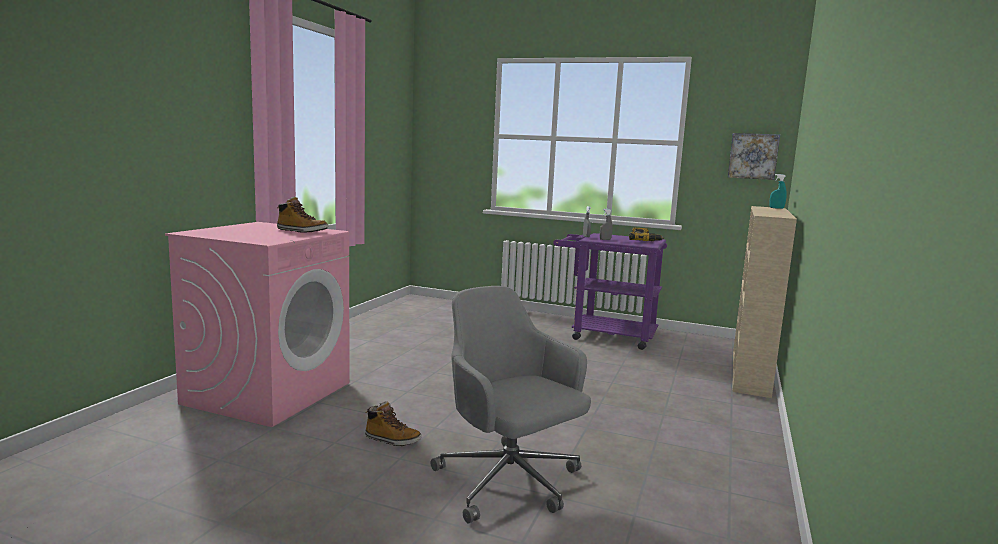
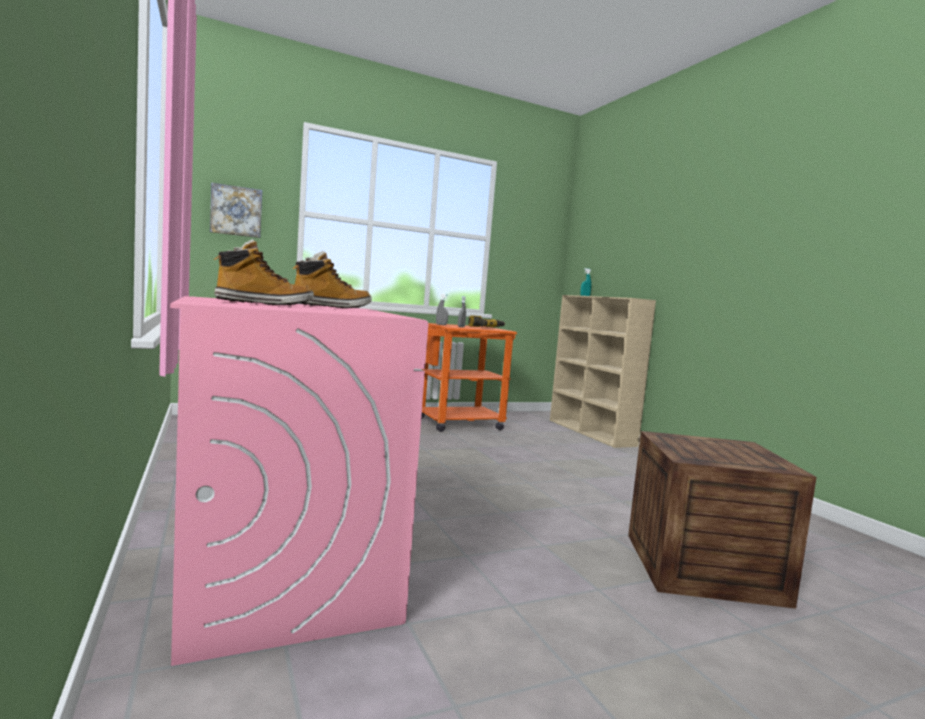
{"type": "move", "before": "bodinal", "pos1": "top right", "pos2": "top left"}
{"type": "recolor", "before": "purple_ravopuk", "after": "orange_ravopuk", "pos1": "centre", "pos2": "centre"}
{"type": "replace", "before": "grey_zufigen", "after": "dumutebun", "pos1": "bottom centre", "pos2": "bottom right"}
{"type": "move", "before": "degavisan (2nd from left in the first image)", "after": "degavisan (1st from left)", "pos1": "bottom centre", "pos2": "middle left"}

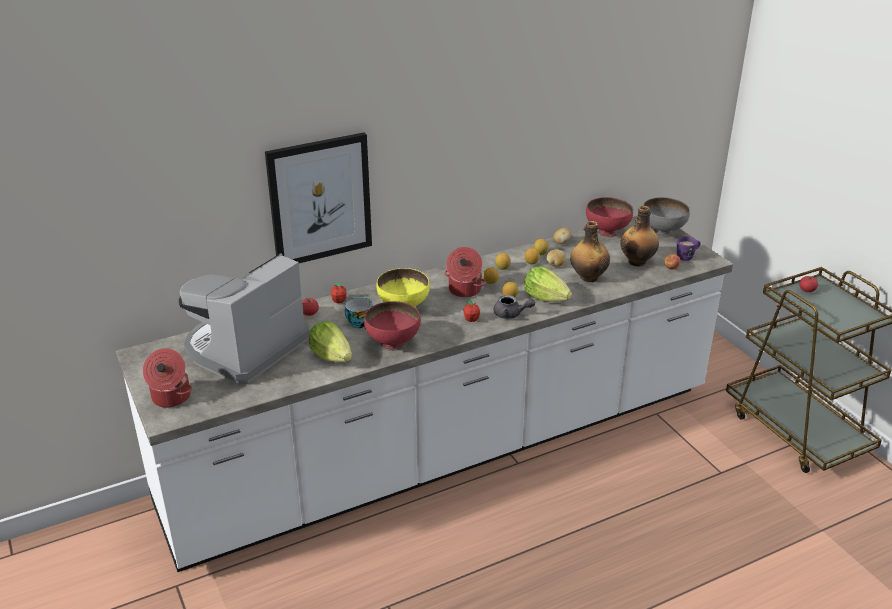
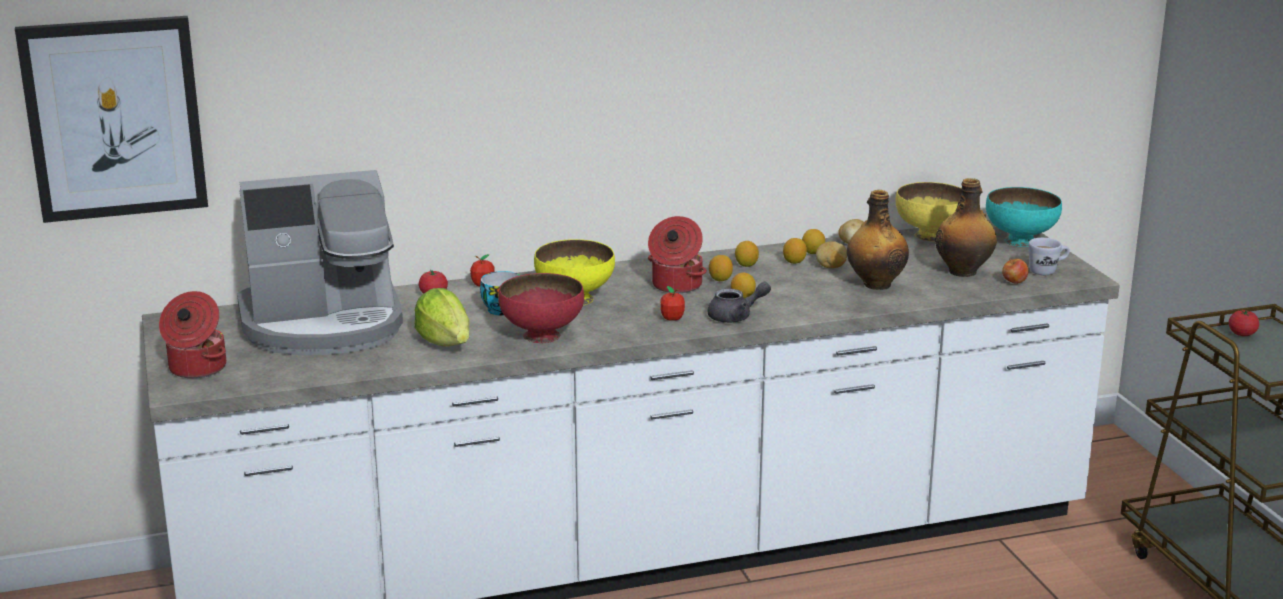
{"type": "move", "before": "bodinal", "pos1": "top centre", "pos2": "top left"}
{"type": "recolor", "before": "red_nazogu (2nd from left)", "after": "yellow_nazogu (2nd from left)", "pos1": "middle right", "pos2": "middle right"}
{"type": "recolor", "before": "grey_nazogu", "after": "turquoise_nazogu", "pos1": "middle right", "pos2": "middle right"}
{"type": "recolor", "before": "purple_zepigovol", "after": "white_zepigovol", "pos1": "middle right", "pos2": "middle right"}
{"type": "rotate", "before": "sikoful", "pos1": "middle left", "pos2": "middle left", "turn": -150}
{"type": "delete", "before": "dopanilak (2nd from left)", "pos1": "centre"}
{"type": "rotate", "before": "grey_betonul", "pos1": "centre", "pos2": "centre", "turn": -45}

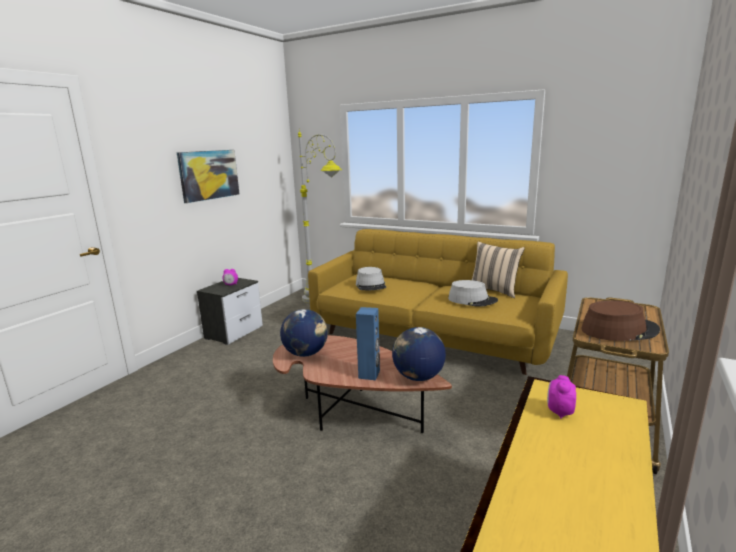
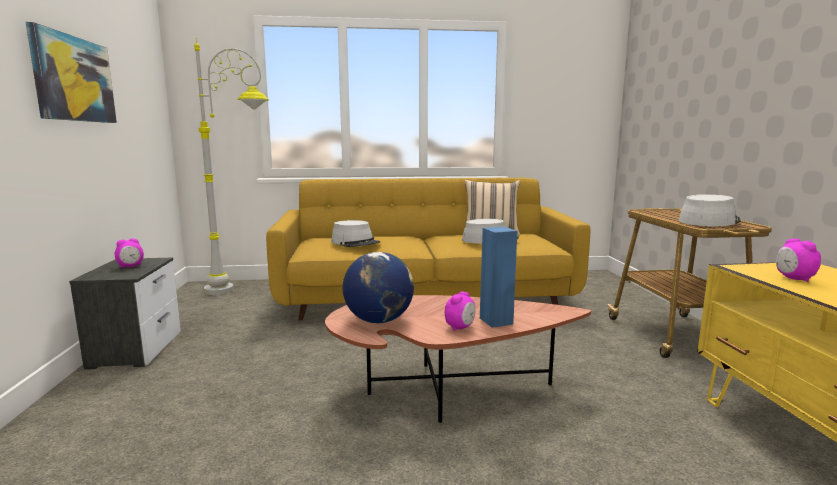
{"type": "recolor", "before": "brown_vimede", "after": "grey_vimede (3rd from left)", "pos1": "middle right", "pos2": "middle right"}
{"type": "delete", "before": "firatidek (2nd from left)", "pos1": "centre"}
{"type": "insert", "after": "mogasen (2nd from left)", "pos2": "centre"}

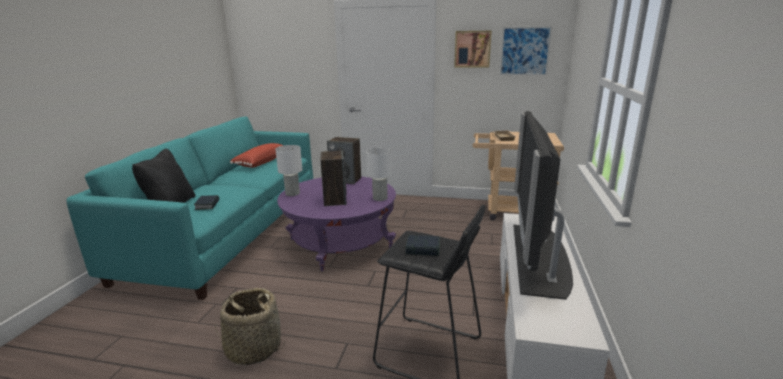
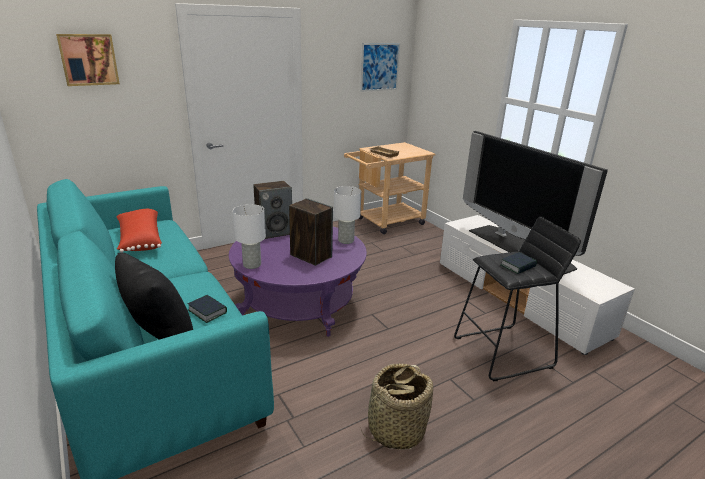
{"type": "move", "before": "bodinal (1st from left)", "pos1": "top centre", "pos2": "top left"}

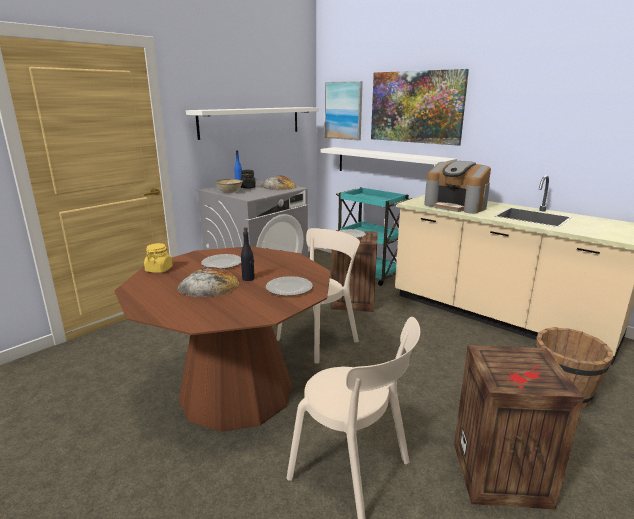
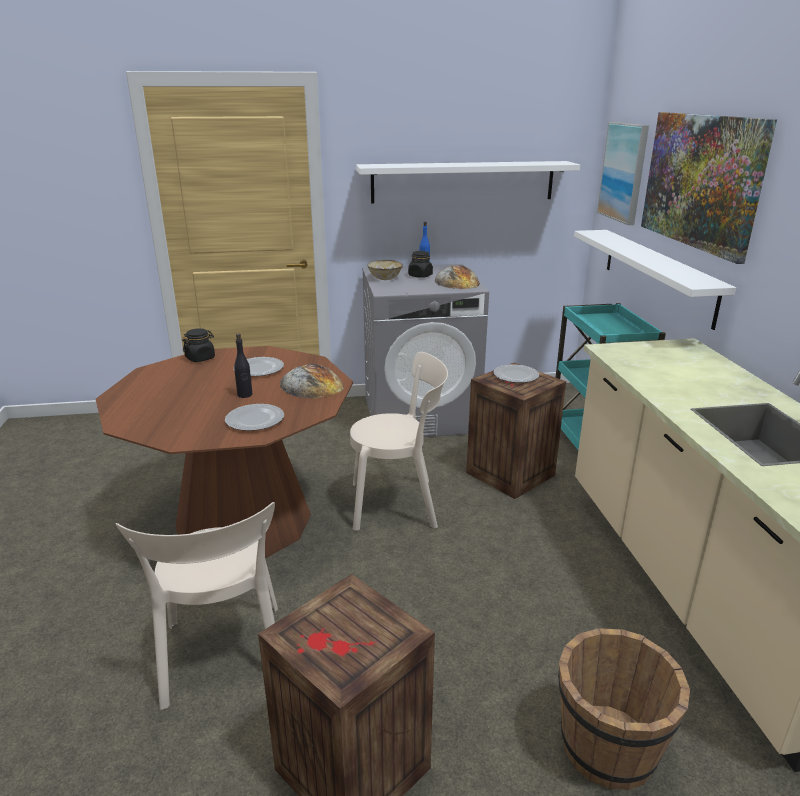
{"type": "delete", "before": "sikoful", "pos1": "middle right"}
{"type": "recolor", "before": "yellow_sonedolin", "after": "black_sonedolin (1st from left)", "pos1": "middle left", "pos2": "middle left"}
{"type": "move", "before": "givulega (1st from left)", "pos1": "middle left", "pos2": "centre"}

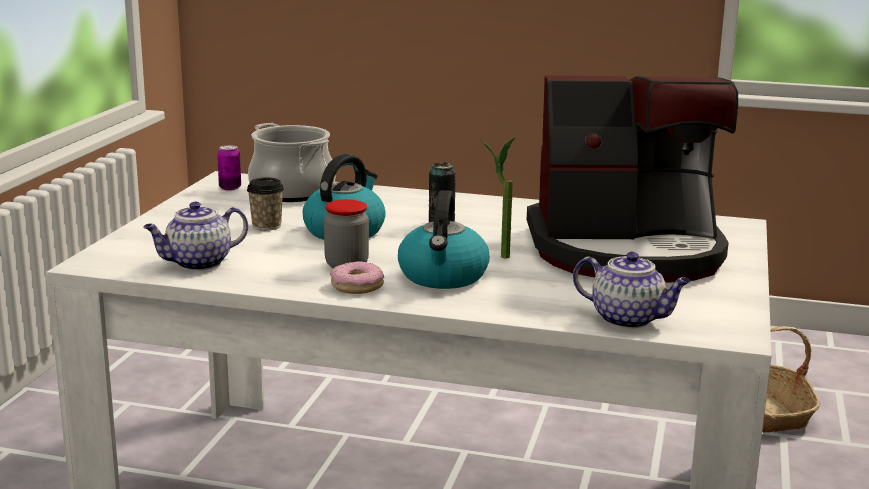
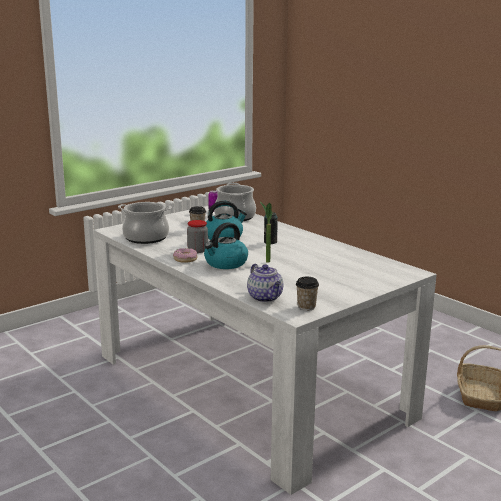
{"type": "delete", "before": "sikoful", "pos1": "middle right"}
{"type": "replace", "before": "betonul (1st from left)", "after": "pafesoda (1st from left)", "pos1": "middle left", "pos2": "middle left"}
{"type": "insert", "after": "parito (2nd from left)", "pos2": "centre"}

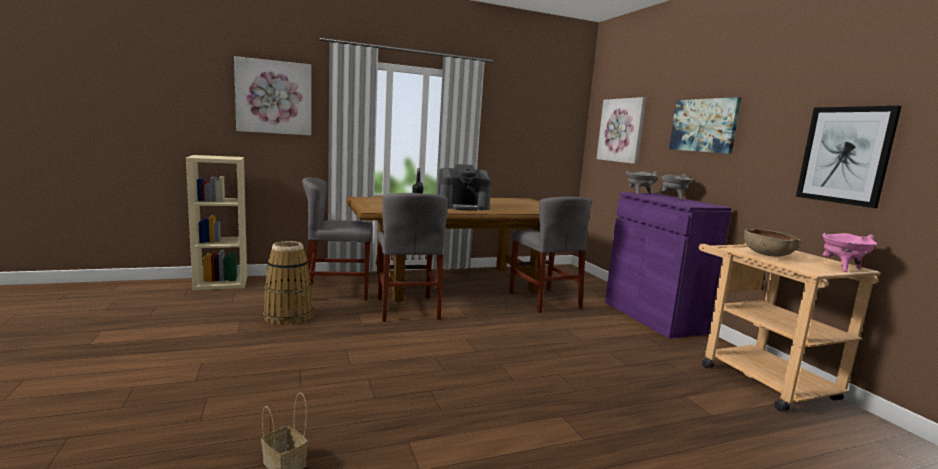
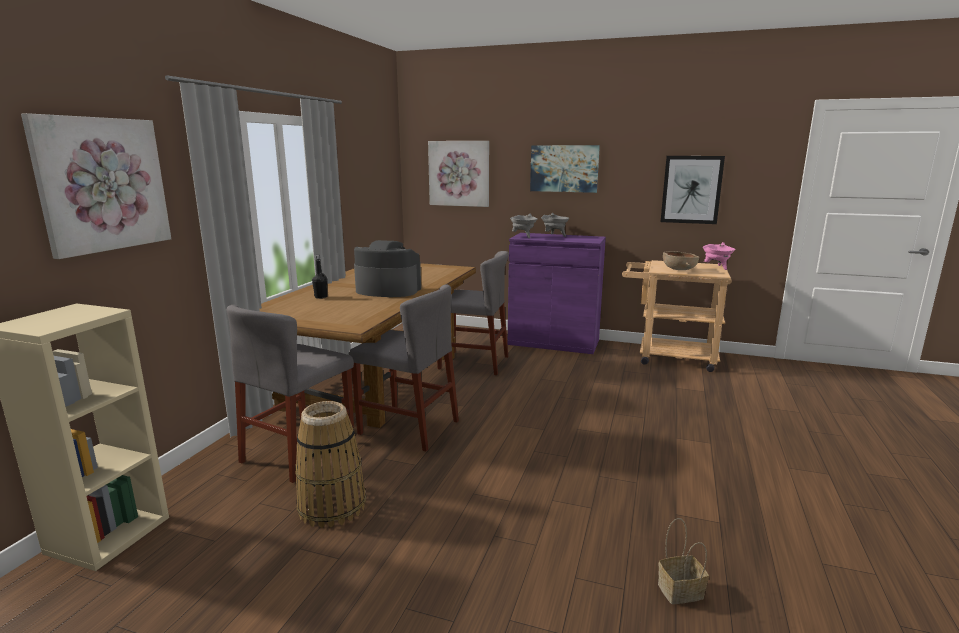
{"type": "rotate", "before": "sikoful", "pos1": "centre", "pos2": "centre", "turn": -105}

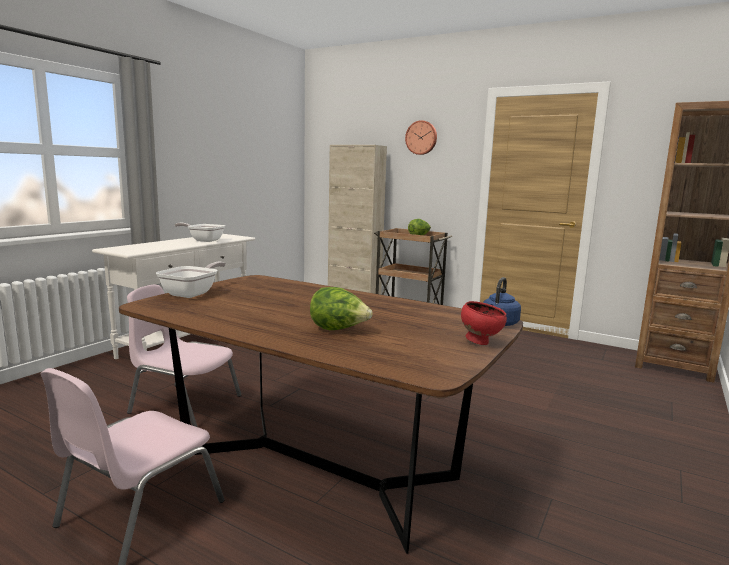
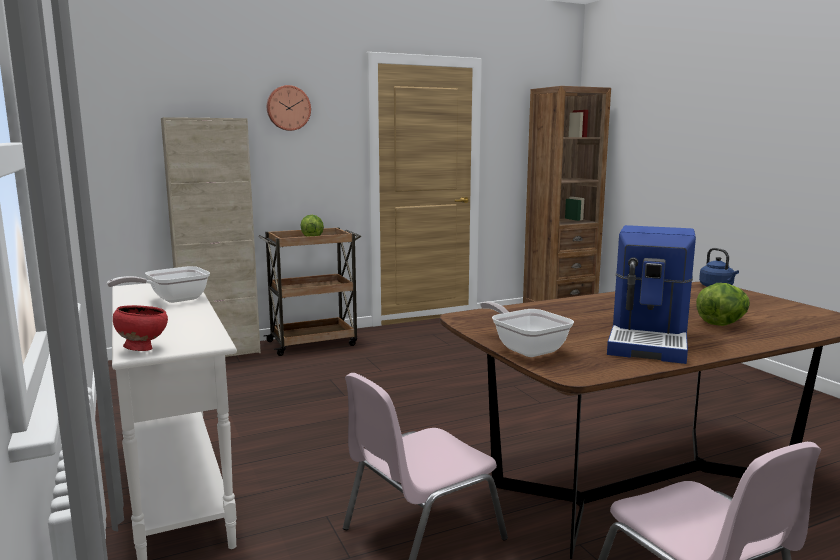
{"type": "move", "before": "red_nazogu", "pos1": "centre", "pos2": "middle left"}
{"type": "insert", "after": "sikoful", "pos2": "middle right"}

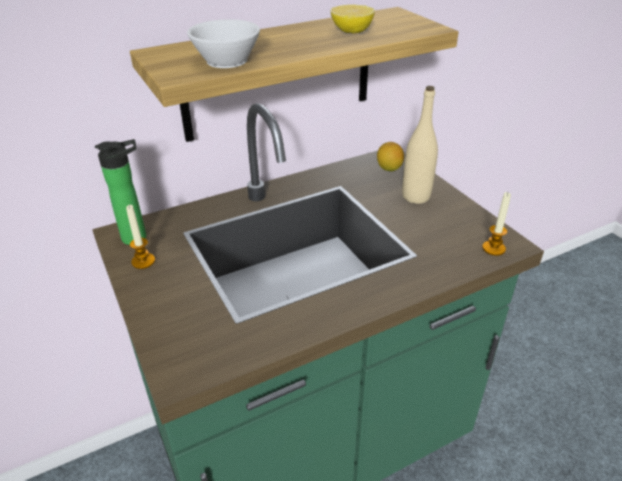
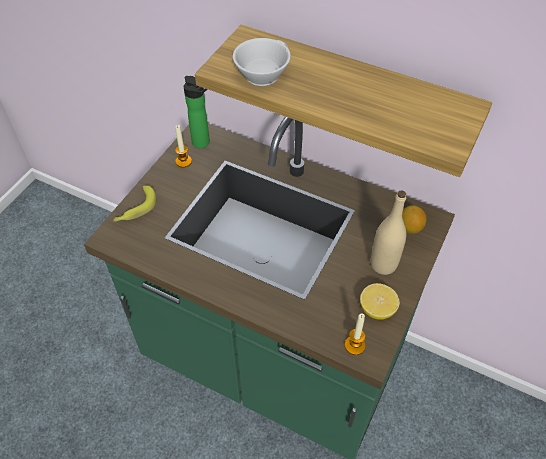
{"type": "move", "before": "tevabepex (1st from left)", "pos1": "top centre", "pos2": "middle right"}
{"type": "insert", "after": "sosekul", "pos2": "middle left"}

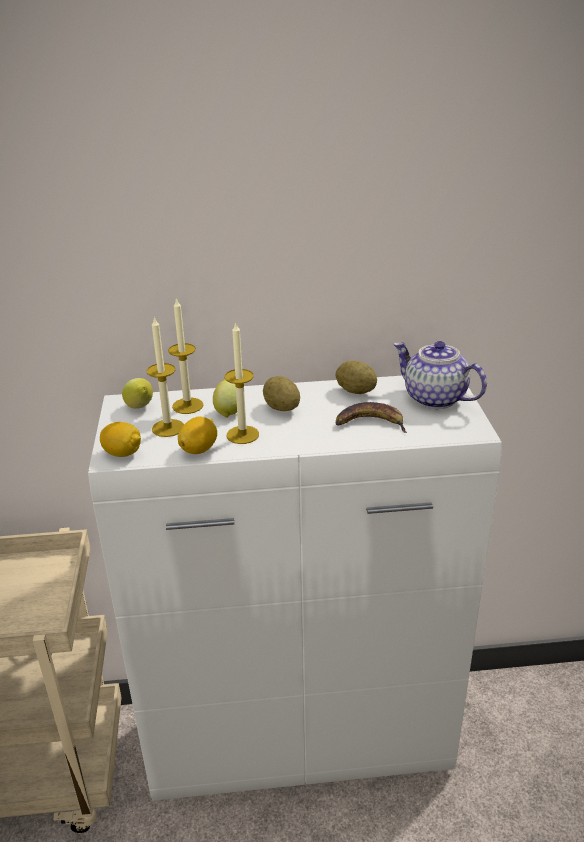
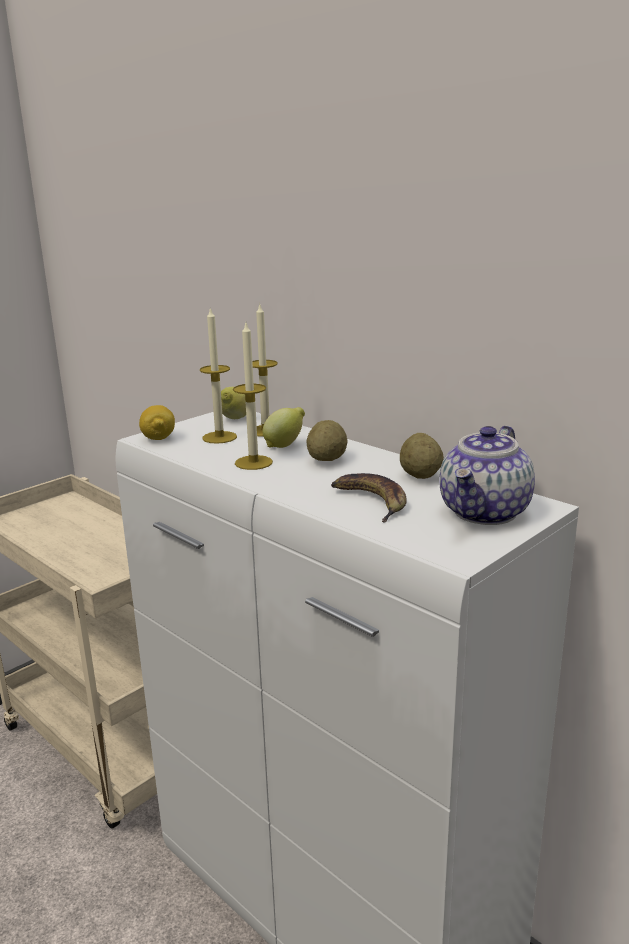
{"type": "rotate", "before": "betonul", "pos1": "middle right", "pos2": "middle right", "turn": -150}
{"type": "delete", "before": "tevabepex (3rd from left)", "pos1": "centre"}

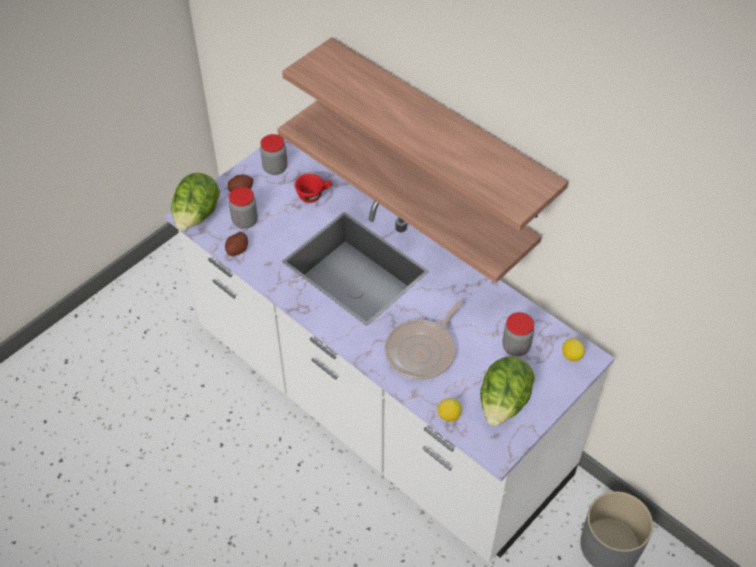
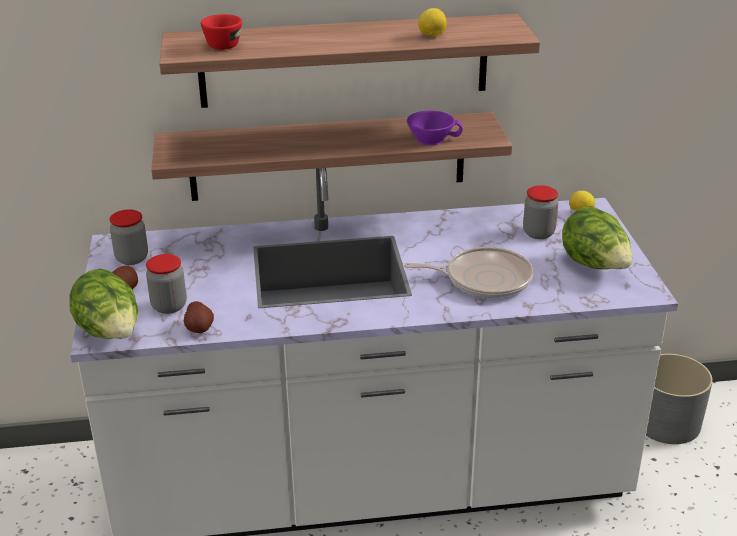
{"type": "move", "before": "red_parito", "pos1": "top centre", "pos2": "top left"}
{"type": "rotate", "before": "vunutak", "pos1": "centre", "pos2": "centre", "turn": -75}
{"type": "move", "before": "tevabepex (1st from left)", "pos1": "bottom centre", "pos2": "top centre"}
{"type": "insert", "after": "purple_parito", "pos2": "top centre"}

